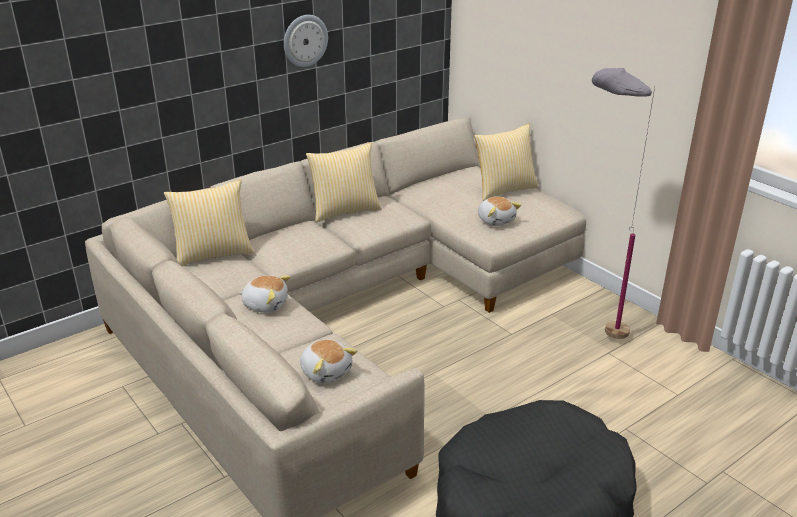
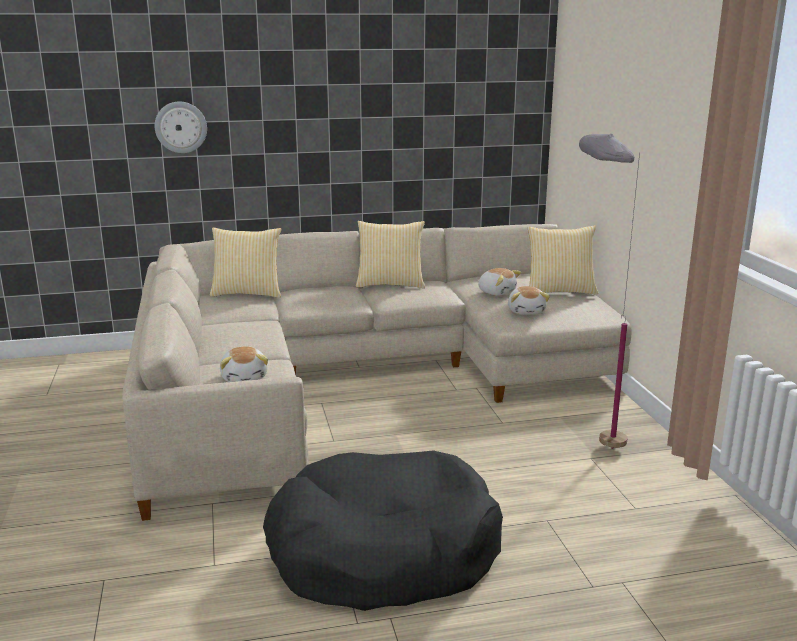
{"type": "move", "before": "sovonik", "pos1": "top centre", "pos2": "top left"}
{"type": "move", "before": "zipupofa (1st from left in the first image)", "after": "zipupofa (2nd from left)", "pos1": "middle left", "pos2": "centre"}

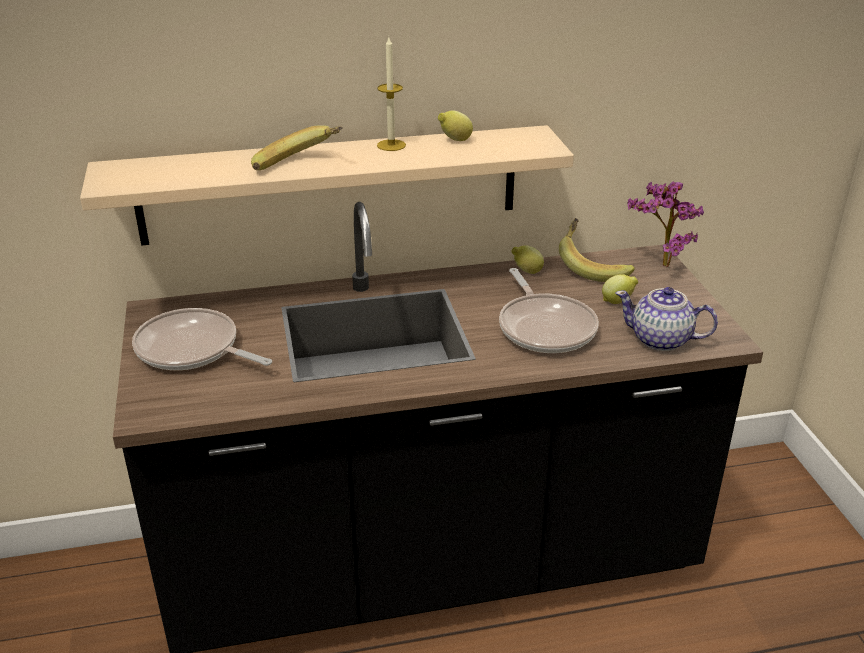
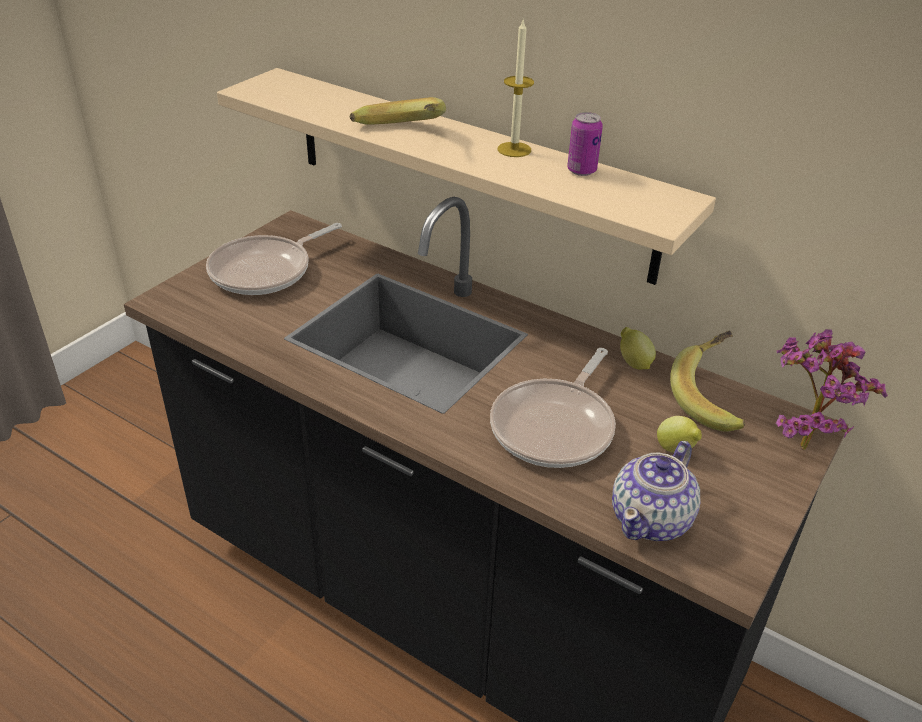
{"type": "replace", "before": "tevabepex (1st from left)", "after": "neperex", "pos1": "top centre", "pos2": "top centre"}
{"type": "rotate", "before": "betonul", "pos1": "middle right", "pos2": "bottom right", "turn": -120}
{"type": "rotate", "before": "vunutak (1st from left)", "pos1": "middle left", "pos2": "middle left", "turn": -120}

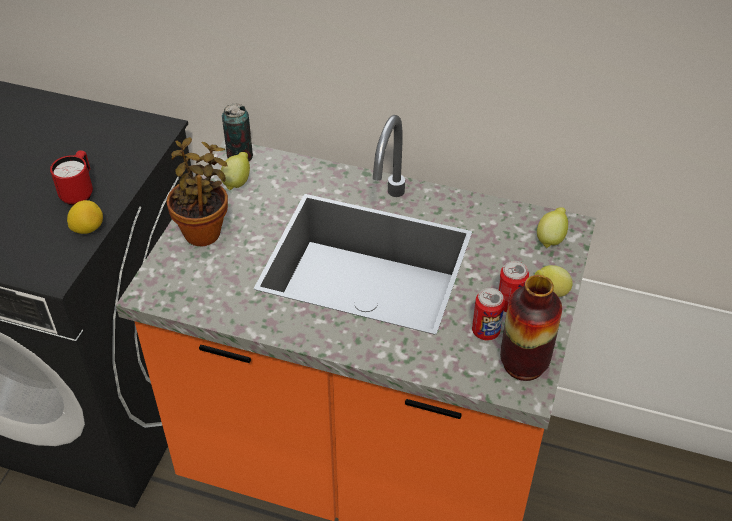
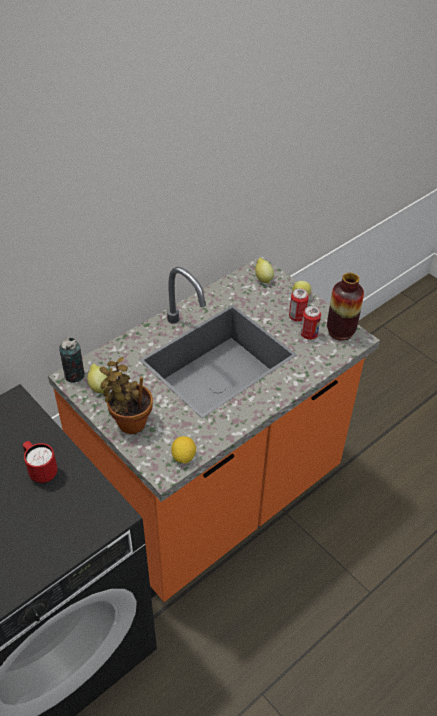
{"type": "move", "before": "tevabepex (1st from left in the first image)", "after": "tevabepex (2nd from left)", "pos1": "middle left", "pos2": "centre"}

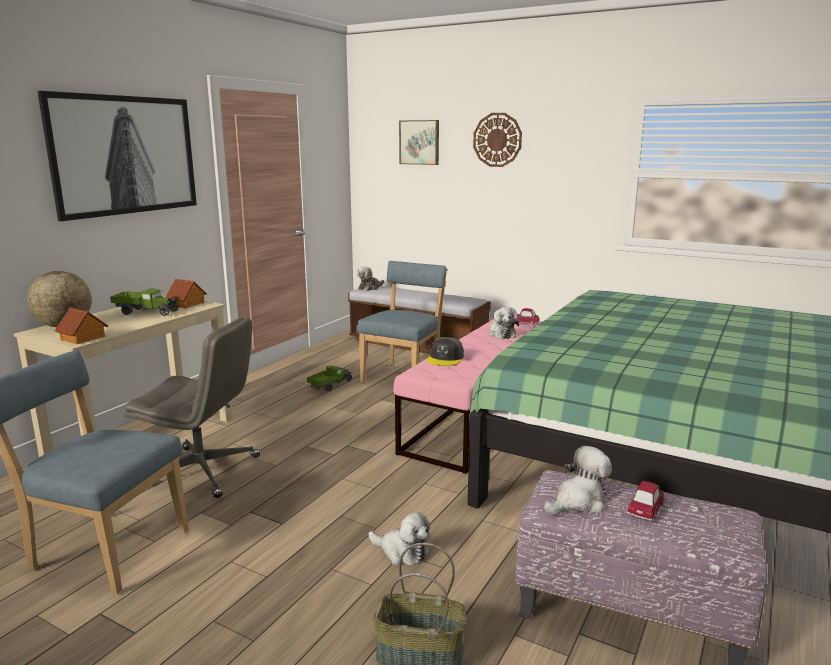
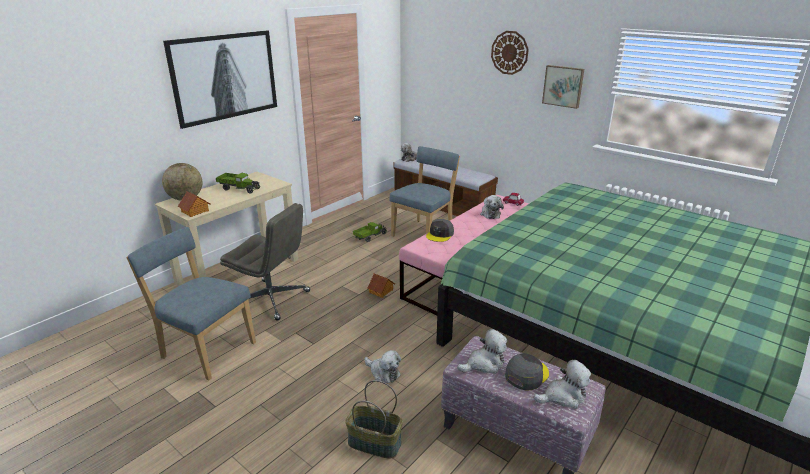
{"type": "move", "before": "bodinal (2nd from left)", "pos1": "top centre", "pos2": "top right"}
{"type": "move", "before": "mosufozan (2nd from left)", "pos1": "middle left", "pos2": "centre"}
{"type": "replace", "before": "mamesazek (2nd from left)", "after": "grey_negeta (2nd from left)", "pos1": "bottom right", "pos2": "bottom centre"}
{"type": "insert", "after": "zipupofa (5th from left)", "pos2": "bottom right"}

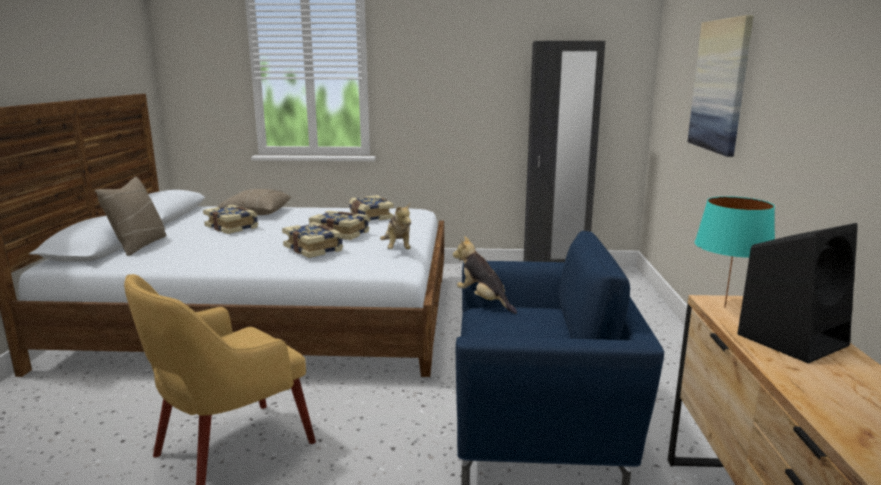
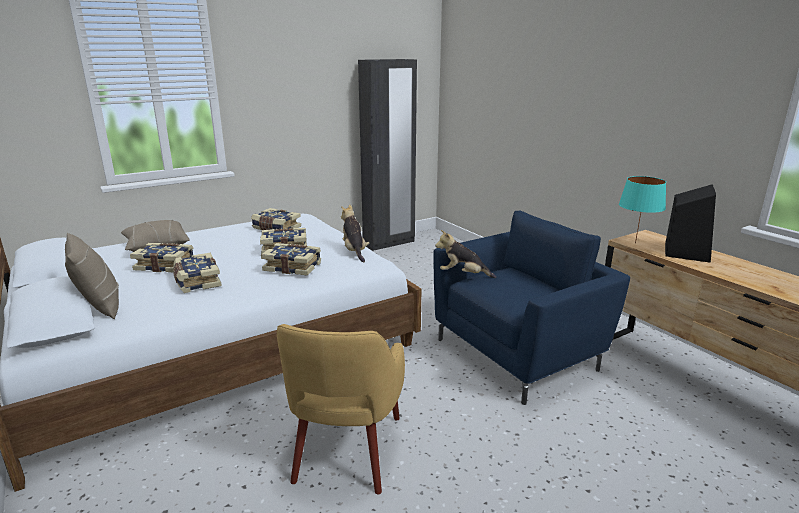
{"type": "delete", "before": "bodinal", "pos1": "top right"}
{"type": "rotate", "before": "zipupofa (1st from left)", "pos1": "centre", "pos2": "centre", "turn": -150}
{"type": "insert", "after": "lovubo (2nd from left)", "pos2": "middle left"}

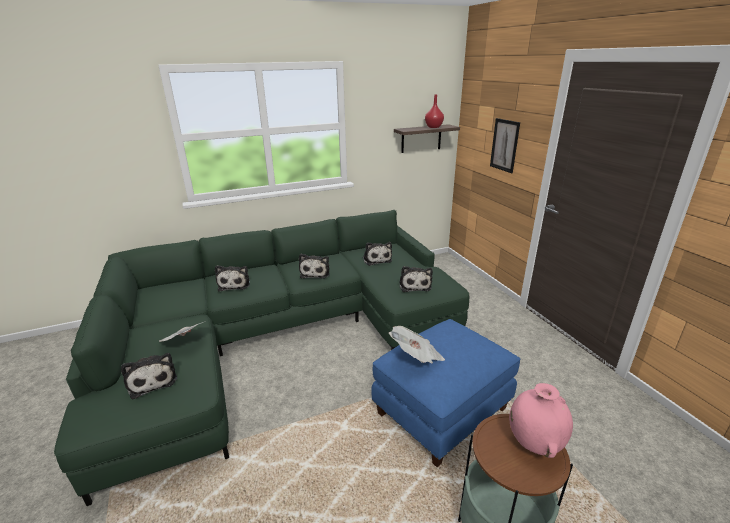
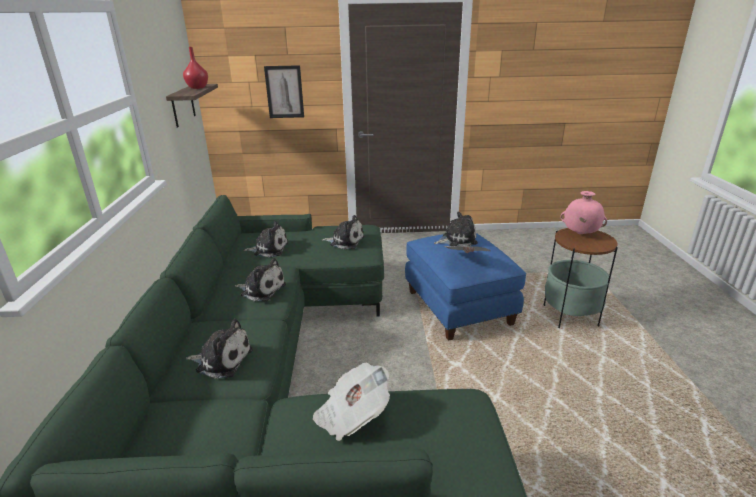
{"type": "move", "before": "zipupofa (1st from left in the first image)", "after": "zipupofa (5th from left)", "pos1": "bottom left", "pos2": "centre"}

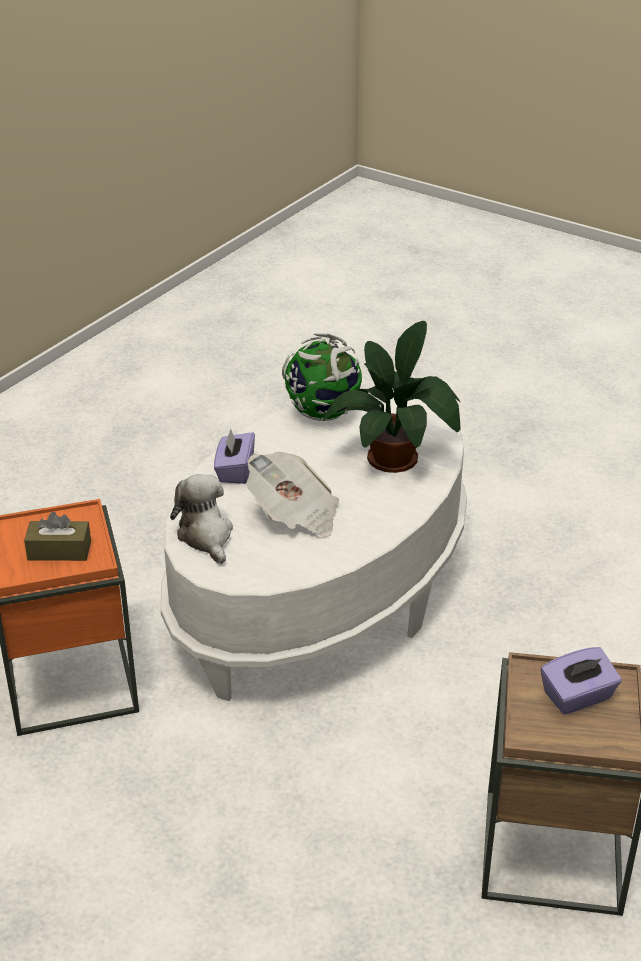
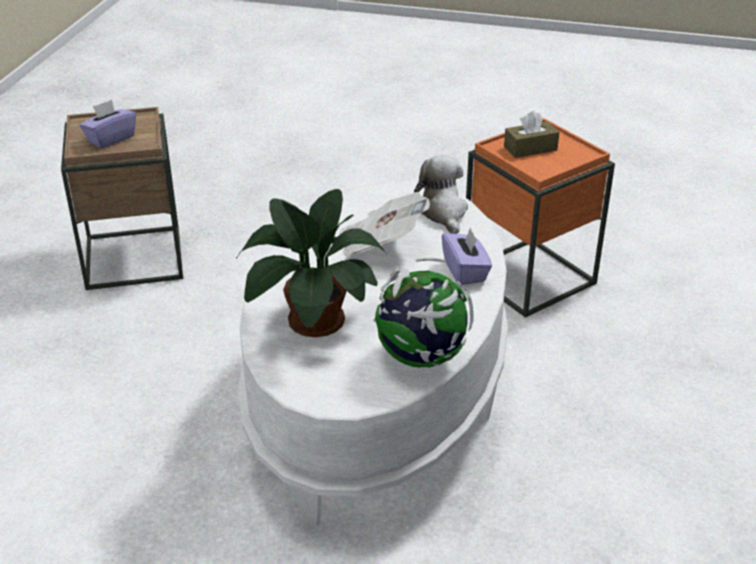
{"type": "rotate", "before": "zipupofa", "pos1": "middle left", "pos2": "centre", "turn": -150}

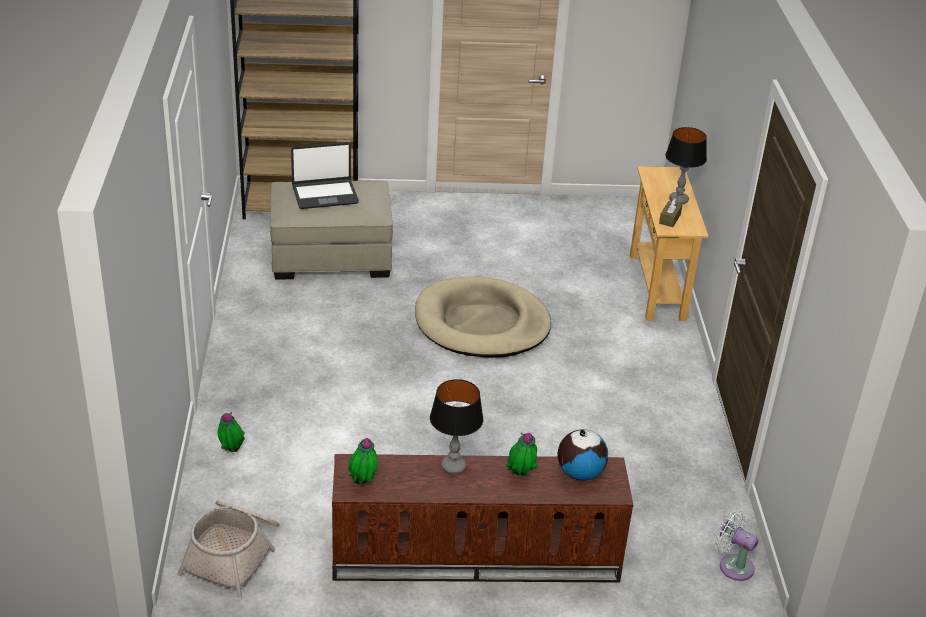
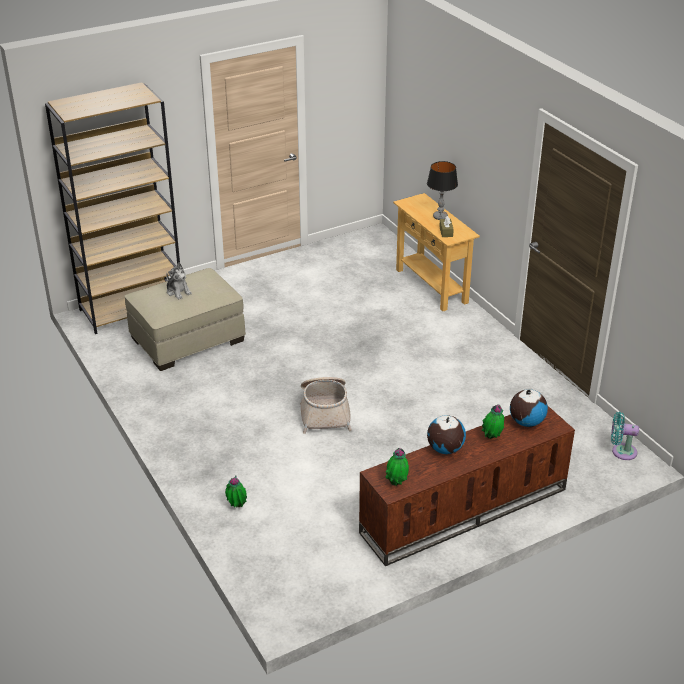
{"type": "replace", "before": "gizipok", "after": "zipupofa", "pos1": "top centre", "pos2": "middle left"}
{"type": "delete", "before": "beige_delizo", "pos1": "centre"}
{"type": "replace", "before": "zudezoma (1st from left)", "after": "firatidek (1st from left)", "pos1": "bottom centre", "pos2": "centre"}
{"type": "move", "before": "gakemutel", "pos1": "bottom left", "pos2": "centre"}
{"type": "recolor", "before": "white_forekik", "after": "turquoise_forekik", "pos1": "bottom right", "pos2": "middle right"}

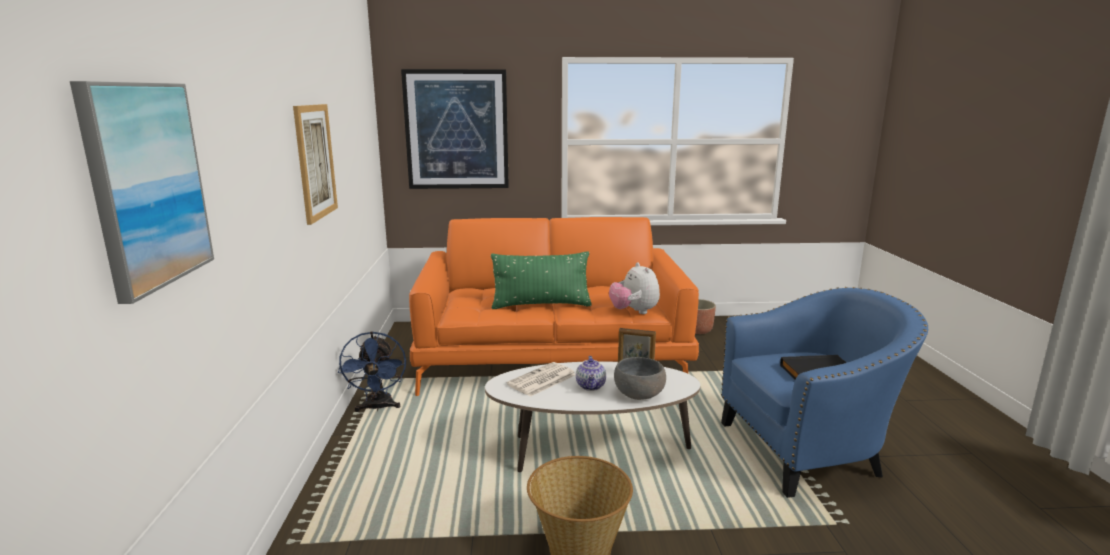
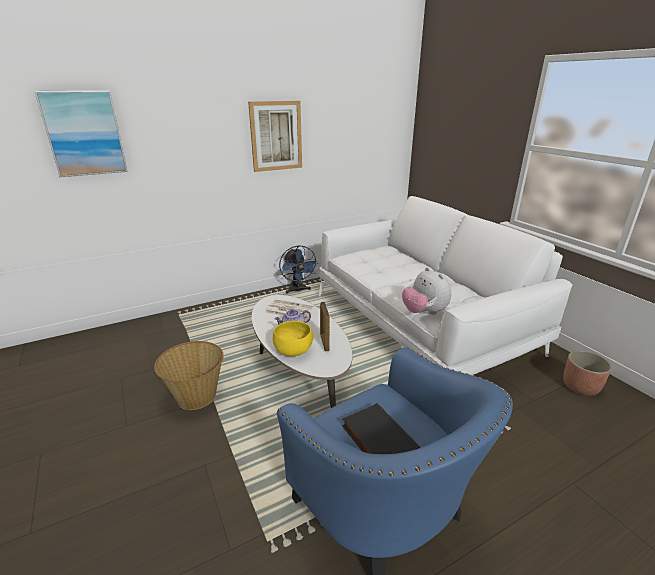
{"type": "delete", "before": "bodinal (3rd from left)", "pos1": "top centre"}
{"type": "recolor", "before": "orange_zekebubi", "after": "white_zekebubi", "pos1": "centre", "pos2": "middle right"}
{"type": "delete", "before": "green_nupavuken", "pos1": "centre"}
{"type": "rotate", "before": "zipupofa", "pos1": "centre", "pos2": "centre", "turn": -75}
{"type": "rotate", "before": "blue_forekik", "pos1": "bottom centre", "pos2": "centre", "turn": -75}
{"type": "recolor", "before": "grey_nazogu", "after": "yellow_nazogu", "pos1": "bottom centre", "pos2": "centre"}

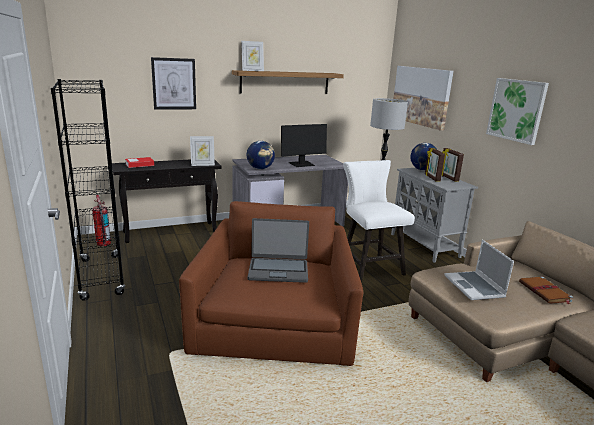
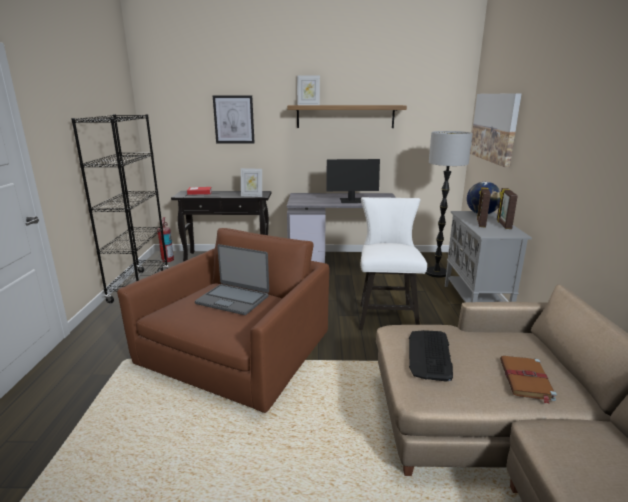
{"type": "delete", "before": "bodinal (3rd from left)", "pos1": "top right"}
{"type": "delete", "before": "firatidek (1st from left)", "pos1": "centre"}
{"type": "replace", "before": "gizipok (2nd from left)", "after": "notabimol", "pos1": "middle right", "pos2": "bottom right"}

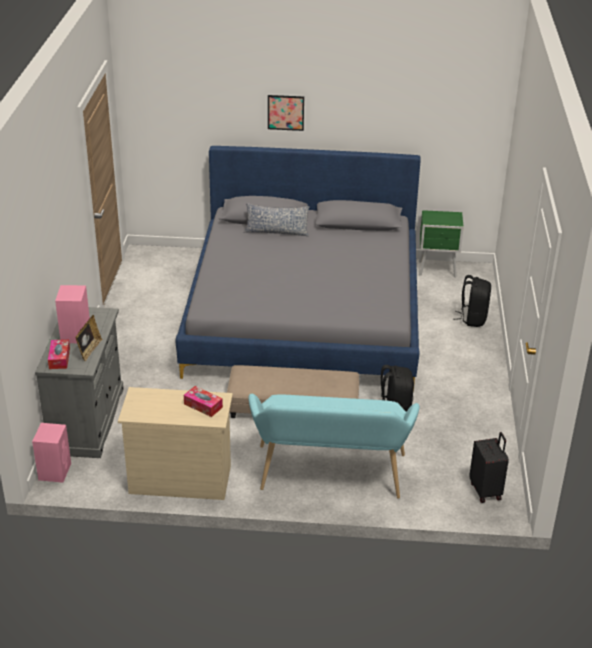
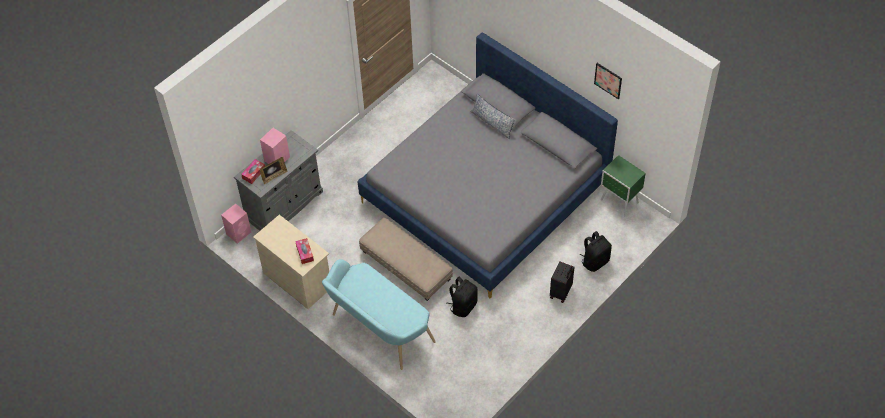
{"type": "move", "before": "bodinal", "pos1": "top centre", "pos2": "top right"}
{"type": "move", "before": "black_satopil", "pos1": "bottom right", "pos2": "bottom centre"}

